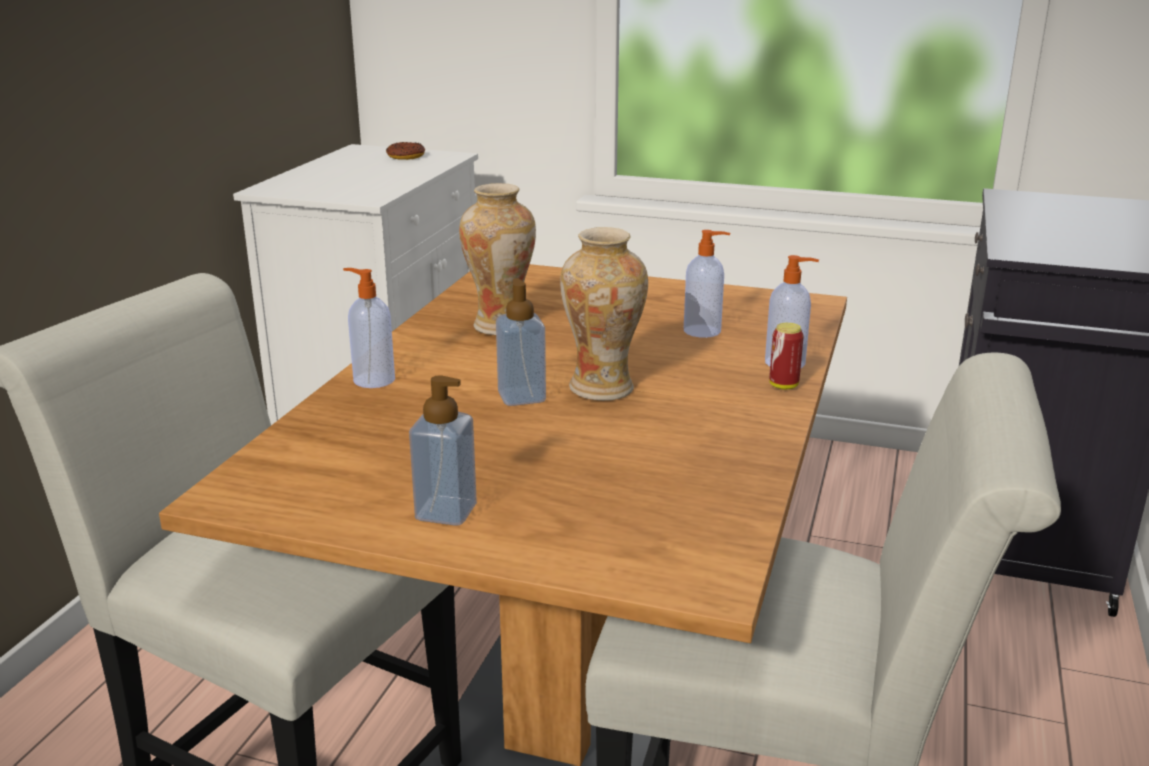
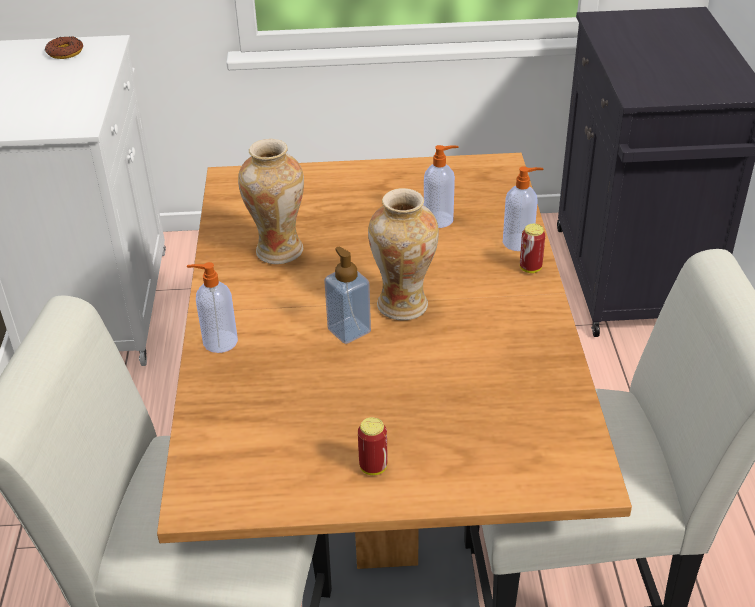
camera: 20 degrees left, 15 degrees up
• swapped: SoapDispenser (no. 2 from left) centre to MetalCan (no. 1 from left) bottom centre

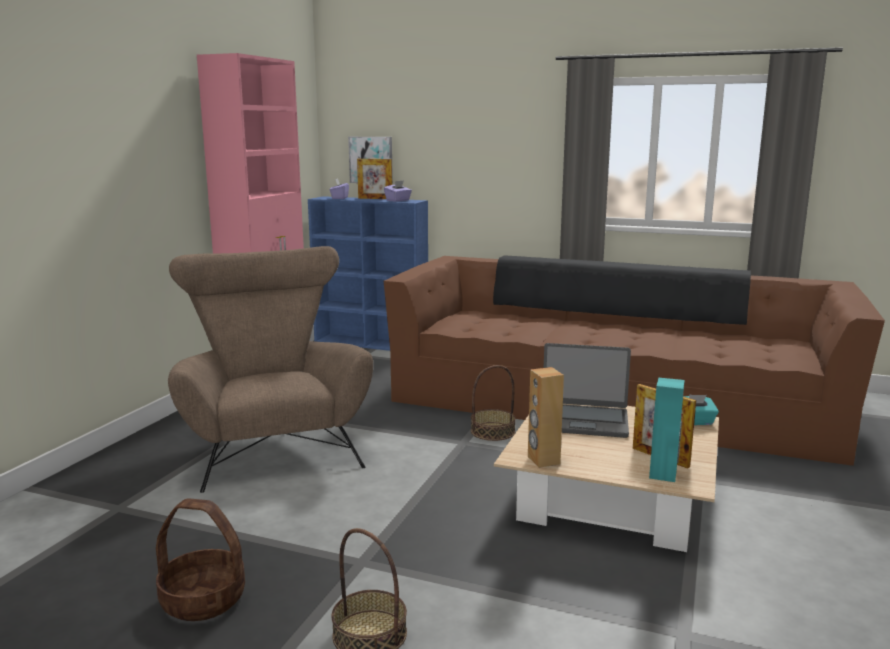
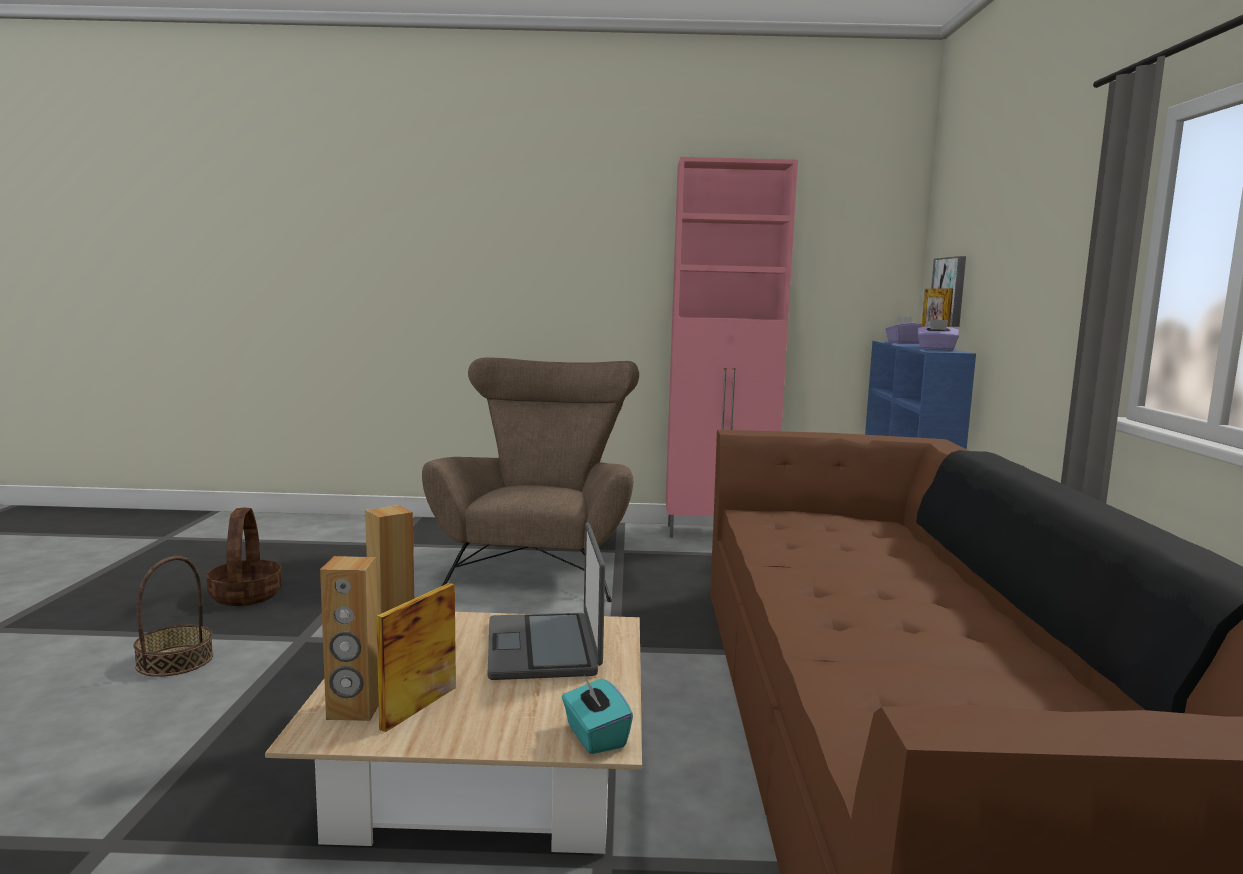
camera: 70 degrees right, 5 degrees down
• gone: Basket (no. 3 from left) centre
• repainted: TurquoiseSpeaker middle right to BrownishSpeaker (no. 1 from left) bottom left
• rotated: BrownishArmchair middle left = centre 45 degrees counterclockwise

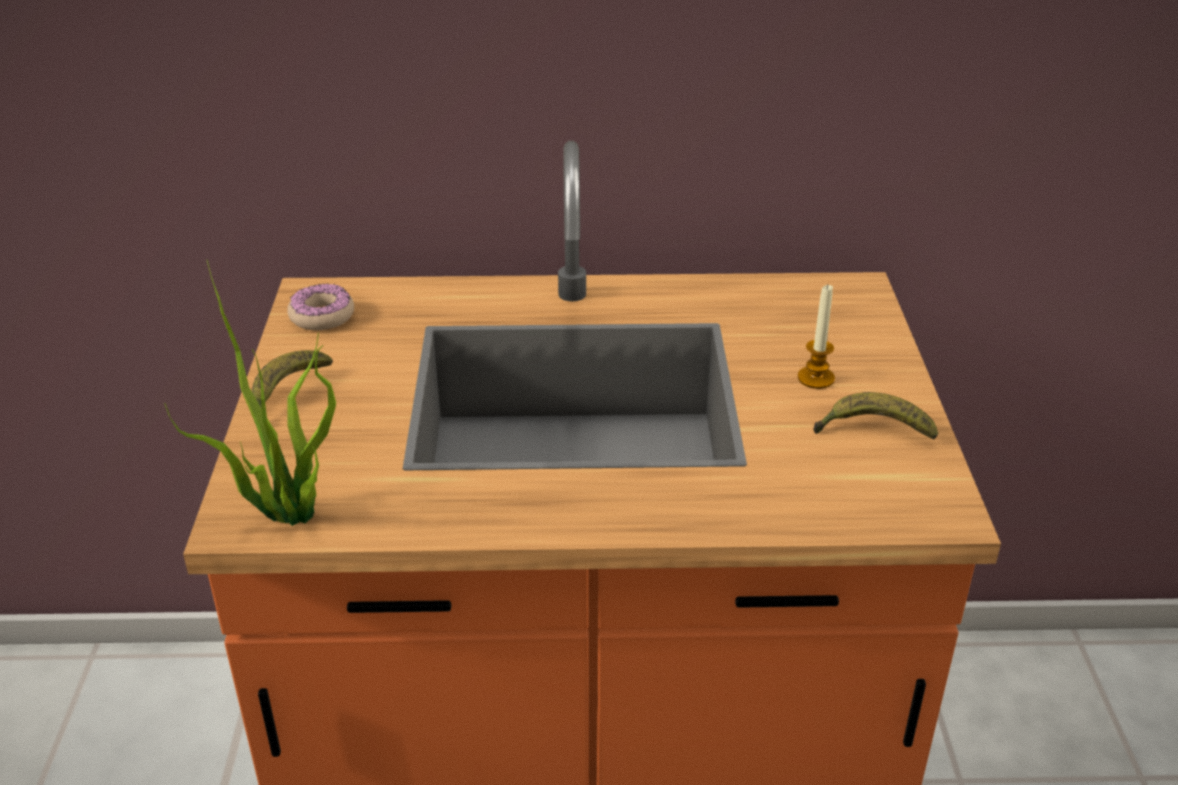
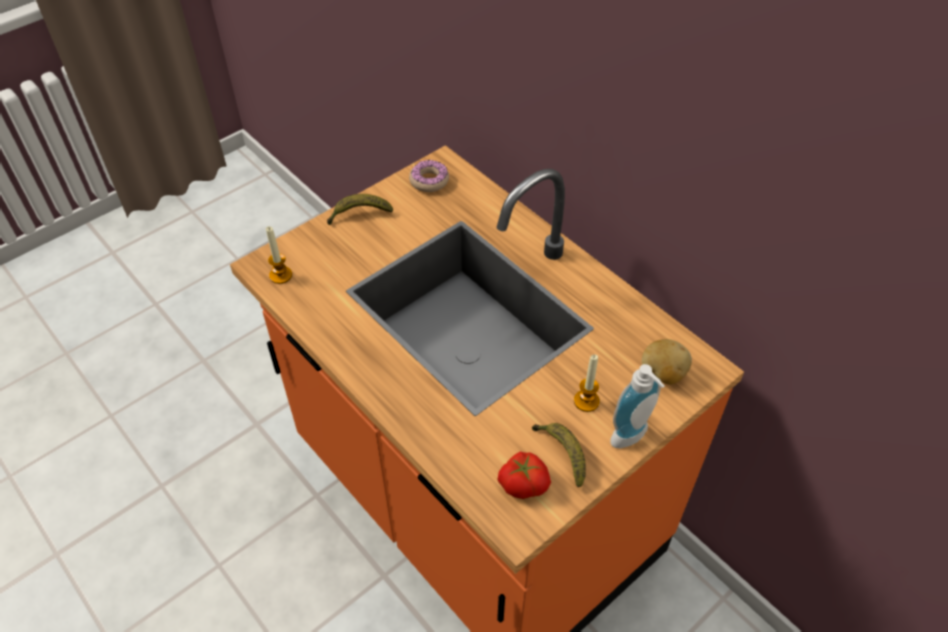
camera: 50 degrees right, 15 degrees up
• new: WholeTomato bottom centre
• new: SoapDispenser middle right
• new: Potato middle right
• swapped: Houseplant middle left to Candle (no. 1 from left) middle left

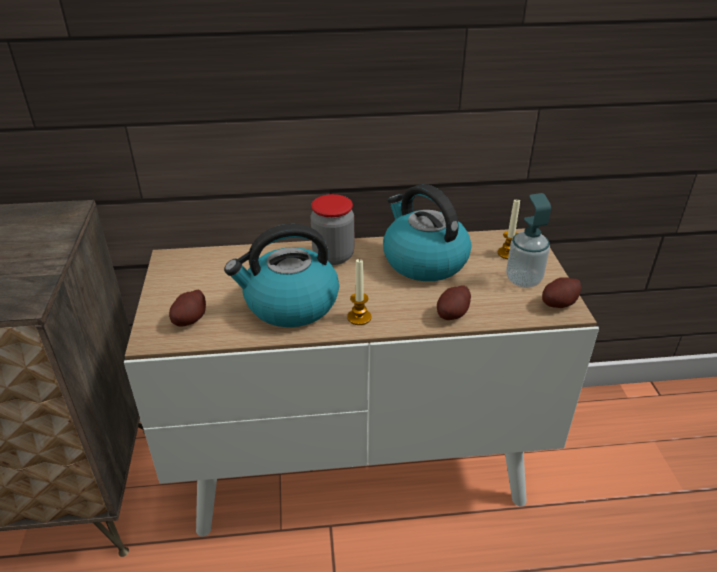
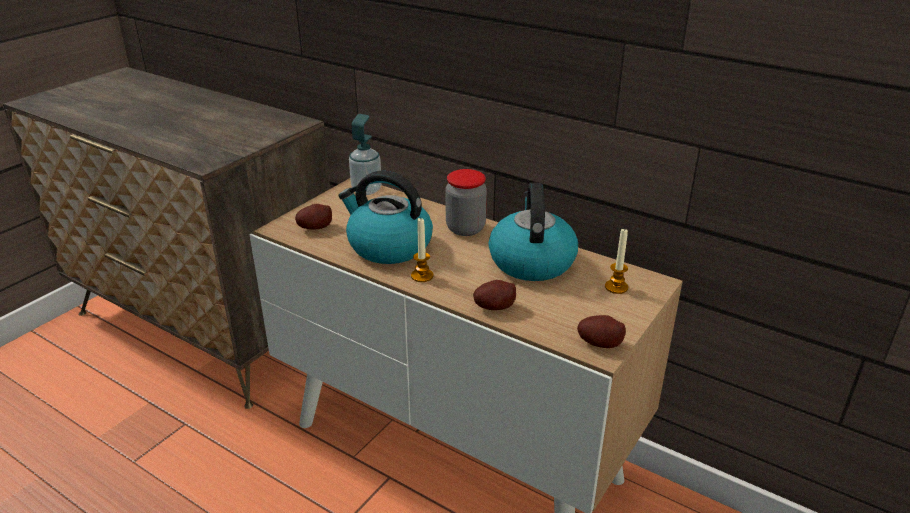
camera: 40 degrees right, 5 degrees down
• shifted: SoapDispenser middle right to top centre

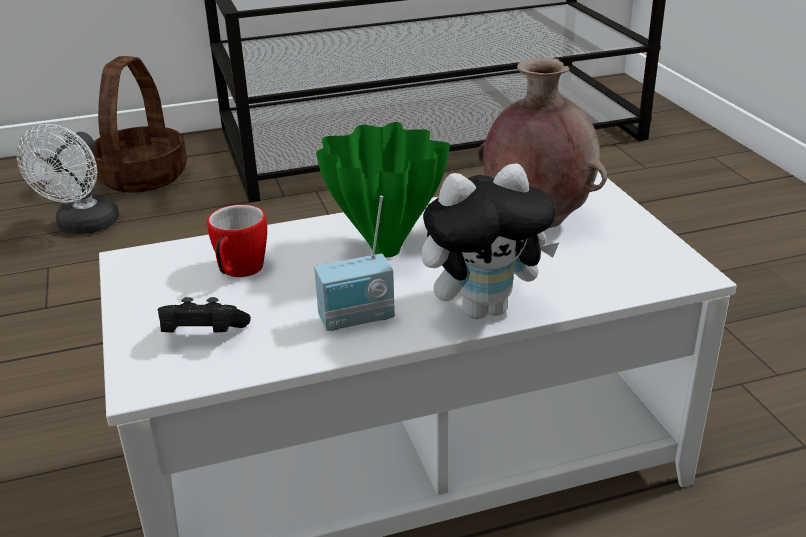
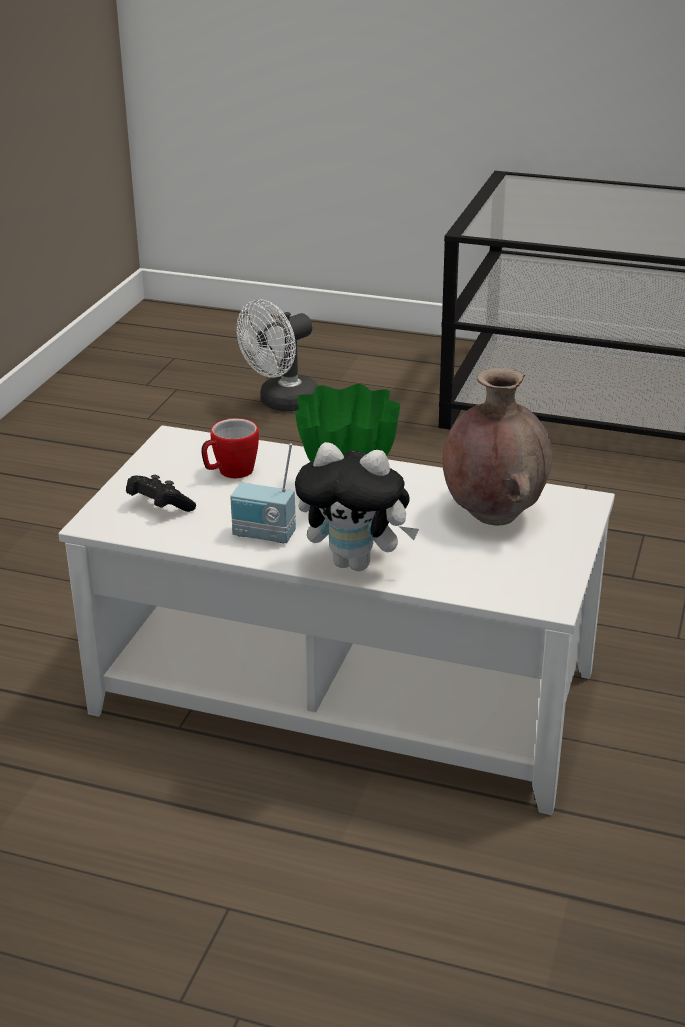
camera: 35 degrees right, 0 degrees up
• gone: Basket top left

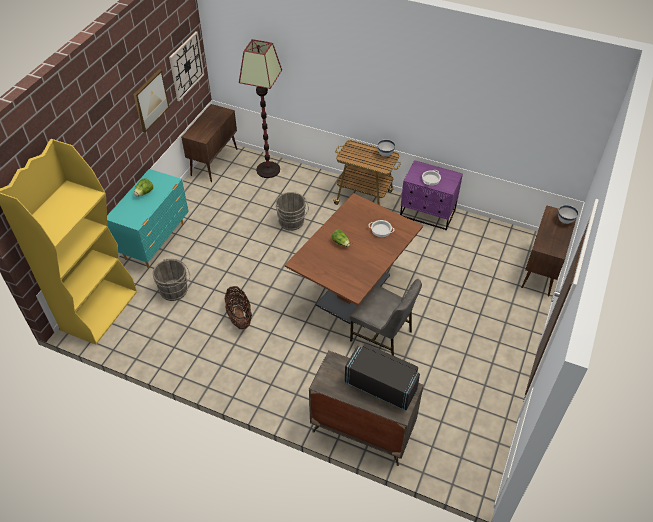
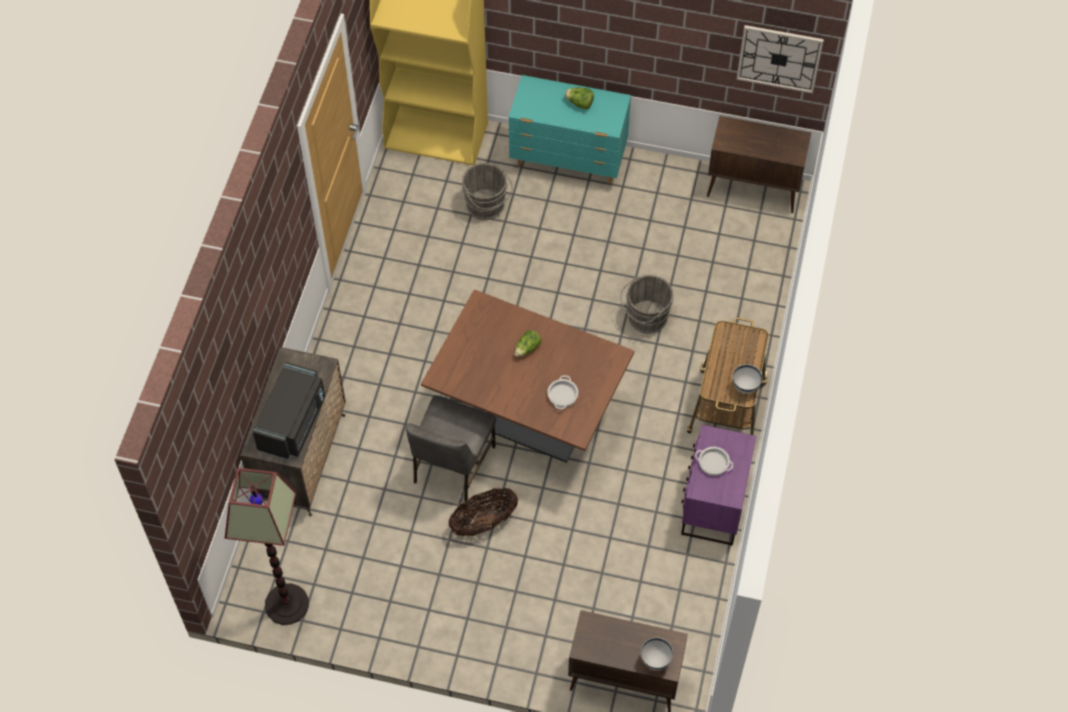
camera: 80 degrees right, 10 degrees up
• gone: WallPicture top left
• shifted: Basket centre to bottom centre
• shifted: StandardLamp top centre to bottom left

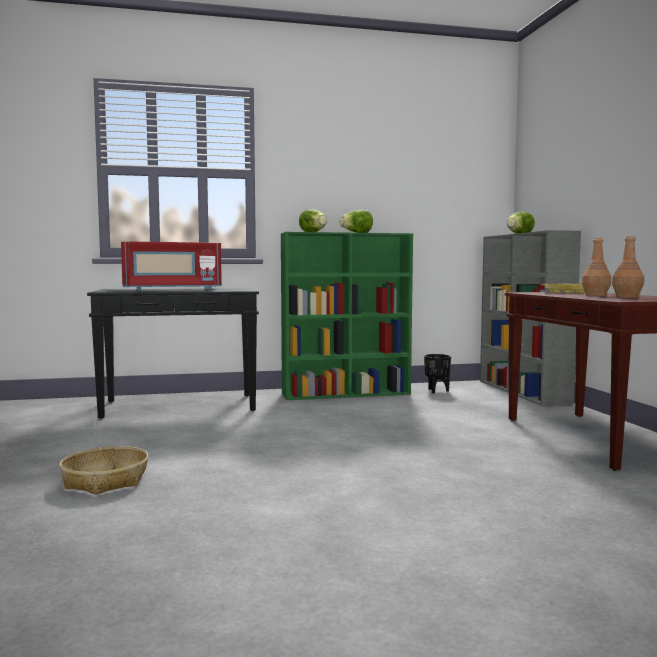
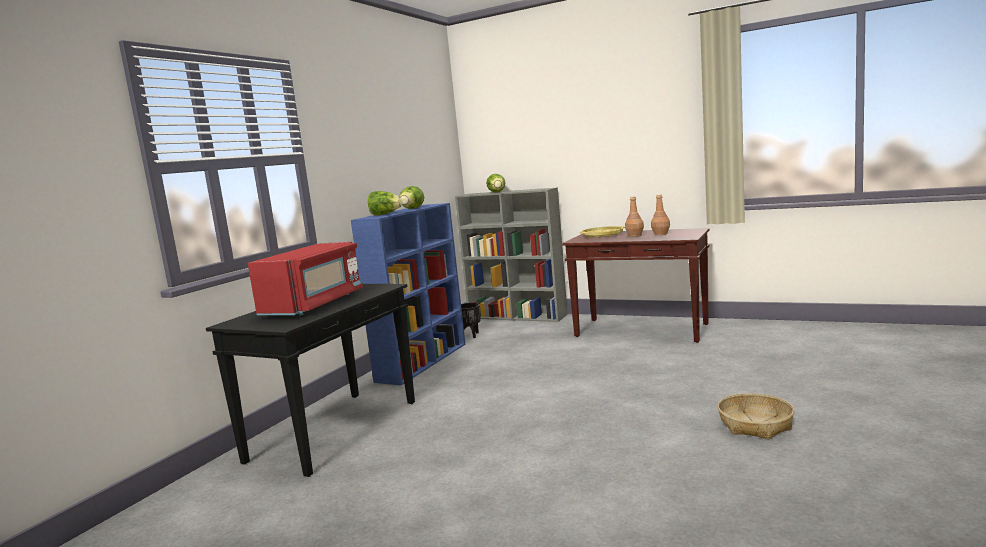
camera: 50 degrees left, 5 degrees up
• shifted: Basket bottom left to bottom right
• repainted: GreenishShelvingUnit centre to BluishShelvingUnit centre

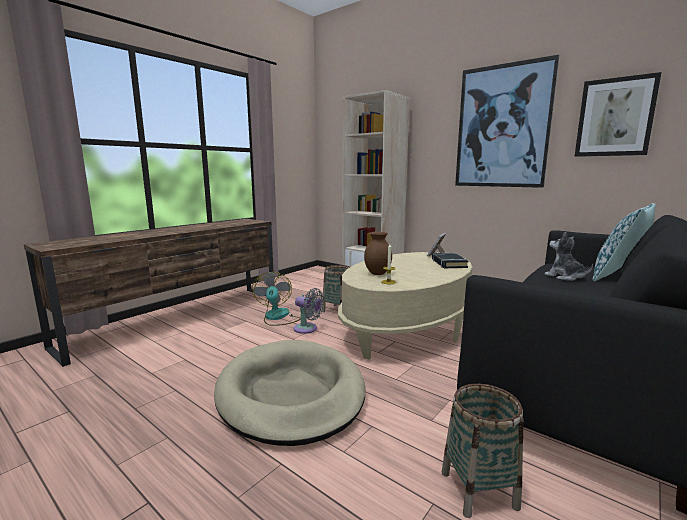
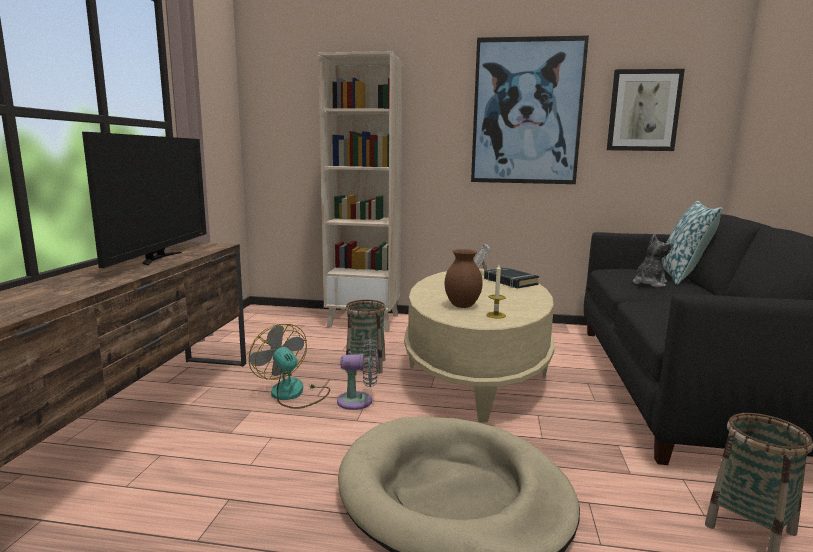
camera: 30 degrees left, 0 degrees up
• new: Tv middle left
• rotated: SoftToy middle right = middle right 105 degrees clockwise

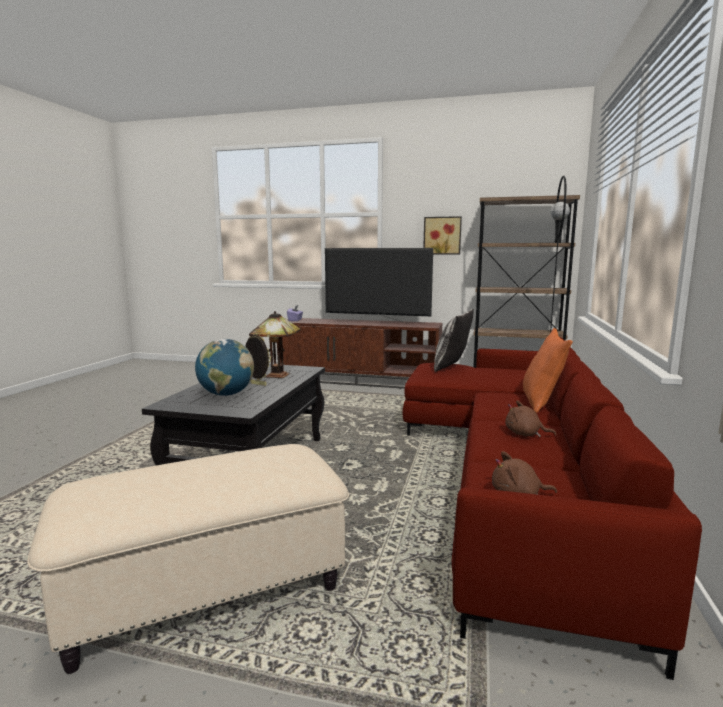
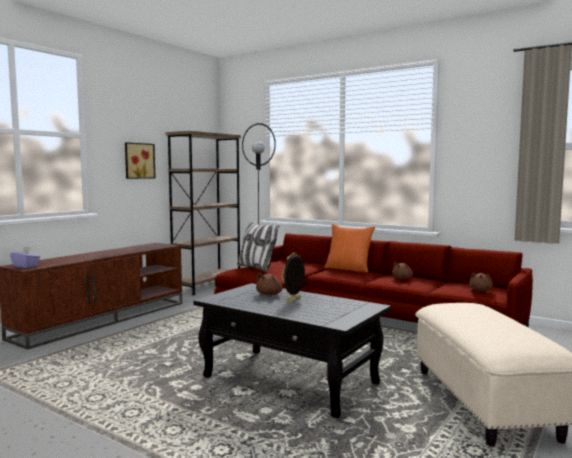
camera: 70 degrees left, 5 degrees down
• gone: DeskGlobe middle left
• gone: Tv centre
• swapped: LampForATable centre to BrownishSoftToy (no. 1 from left) centre

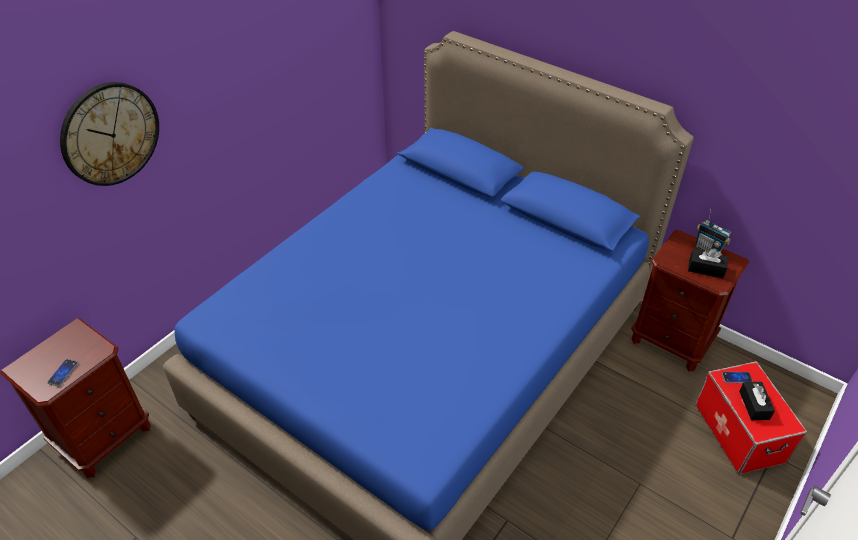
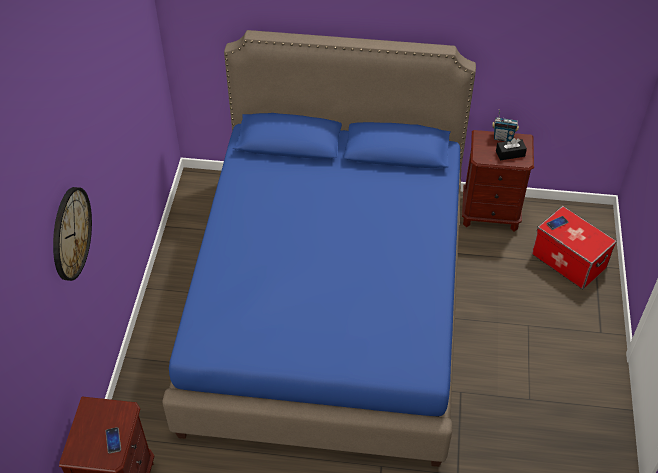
camera: 30 degrees left, 5 degrees up
• gone: BlackishTissueHolder (no. 2 from left) bottom right

